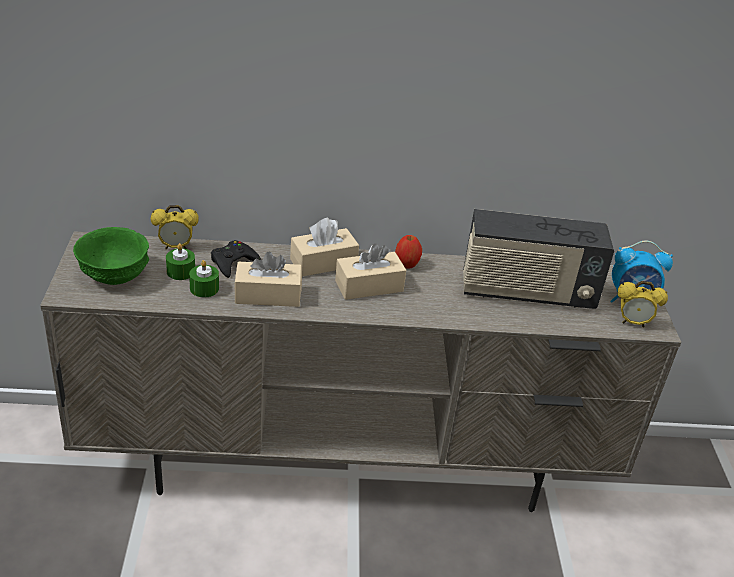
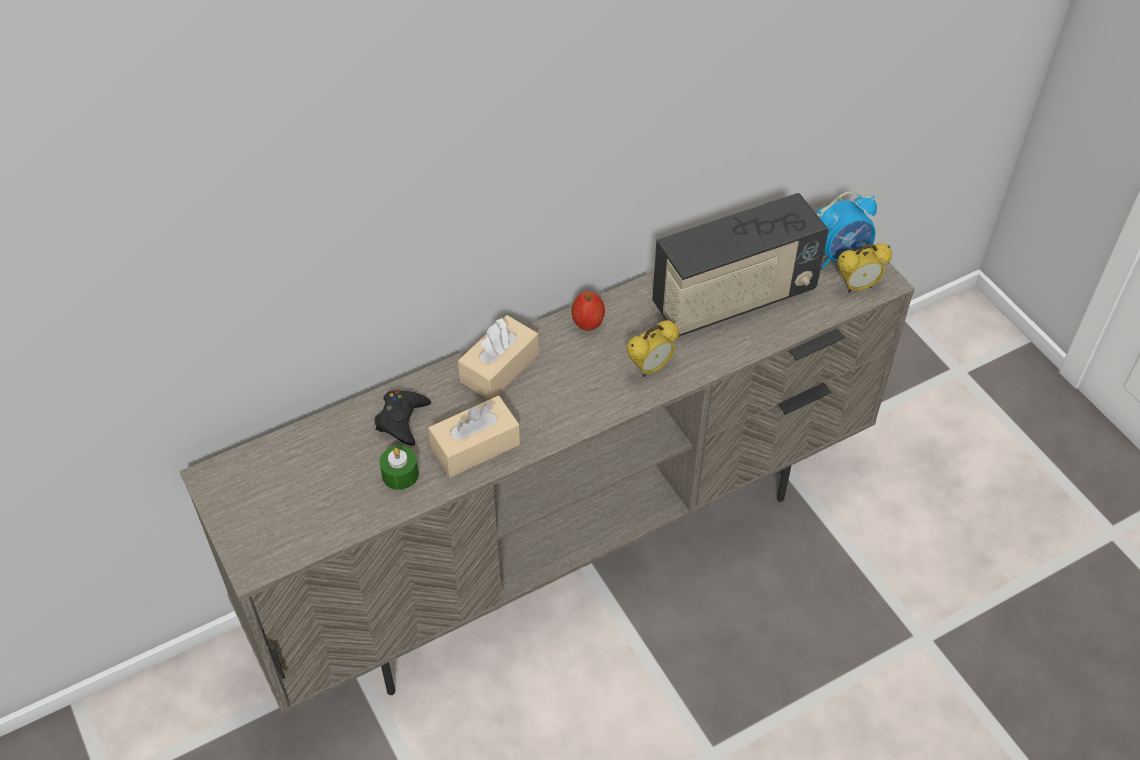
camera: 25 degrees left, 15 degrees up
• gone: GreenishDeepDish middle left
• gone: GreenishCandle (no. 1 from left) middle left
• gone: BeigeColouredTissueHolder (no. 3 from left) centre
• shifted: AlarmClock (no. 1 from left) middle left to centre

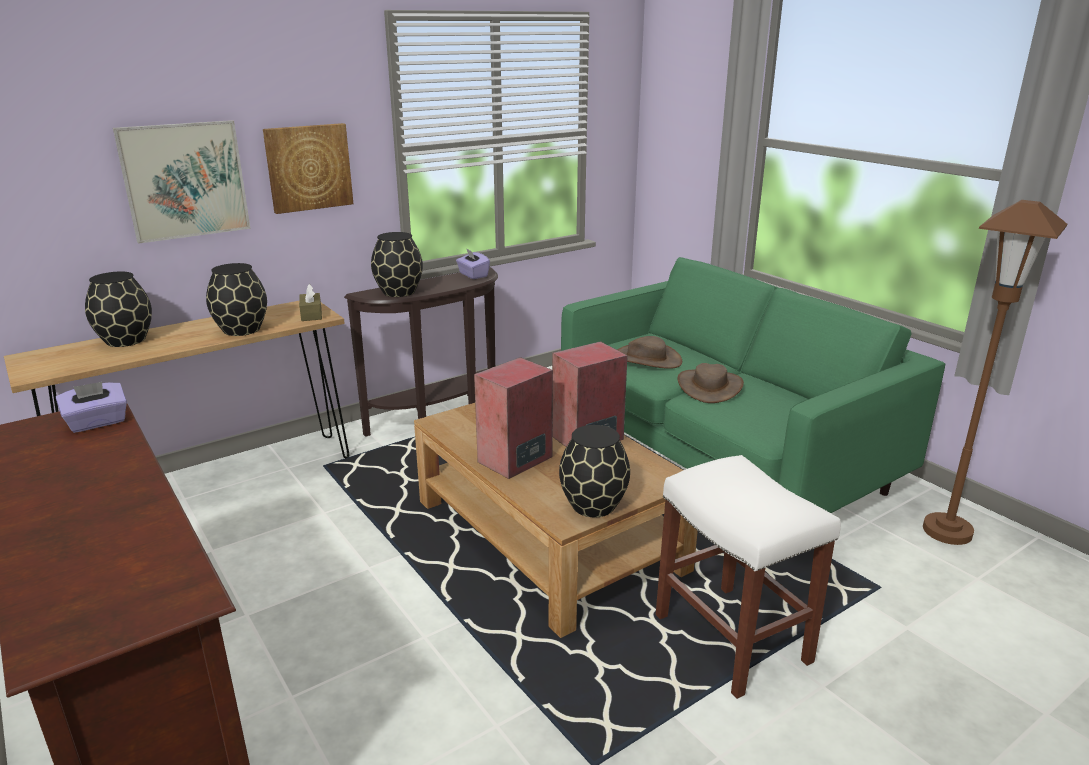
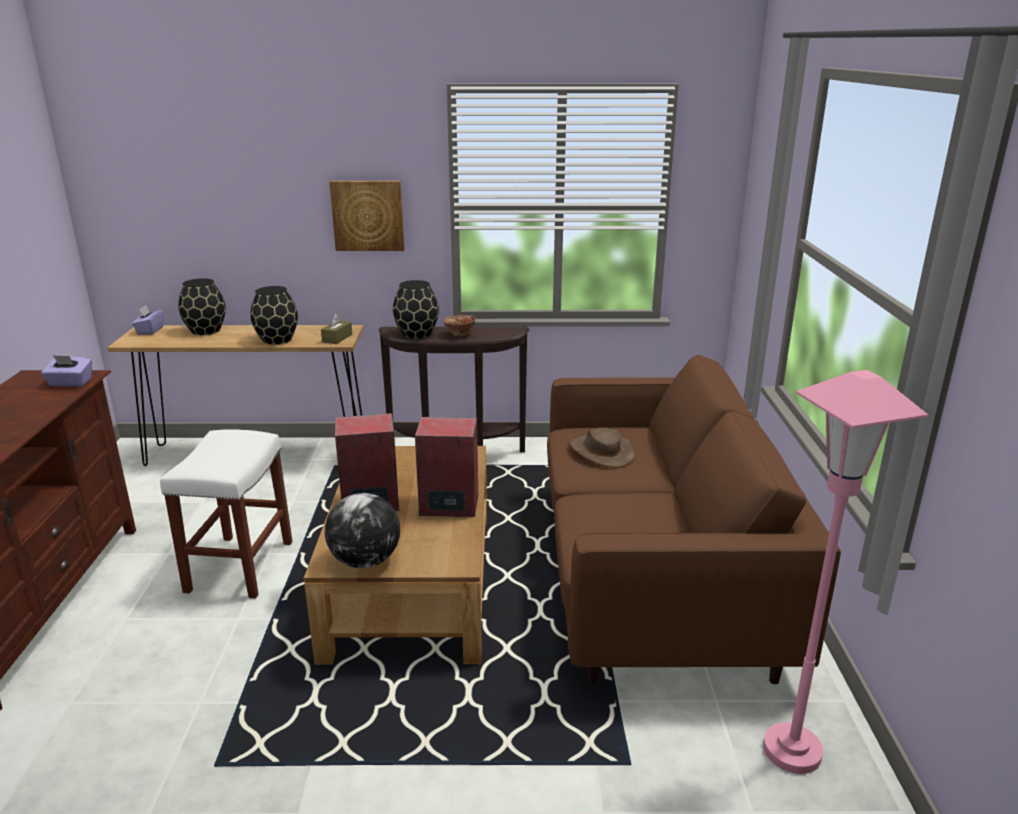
camera: 35 degrees right, 0 degrees up
• gone: WallPicture (no. 1 from left) top left
• gone: BrownishWearableHat (no. 2 from left) centre
• new: DeepDish centre
• shifted: PurpleColouredTissueHolder (no. 2 from left) centre to middle left
• shifted: WhitishStoolSeat bottom right to middle left
• swapped: BlackishDecorativeVase (no. 4 from left) centre to DeskGlobe centre
• repainted: GreenishSofa middle right to BrownishSofa middle right
• repainted: BrownishStandardLamp middle right to PinkColouredStandardLamp bottom right

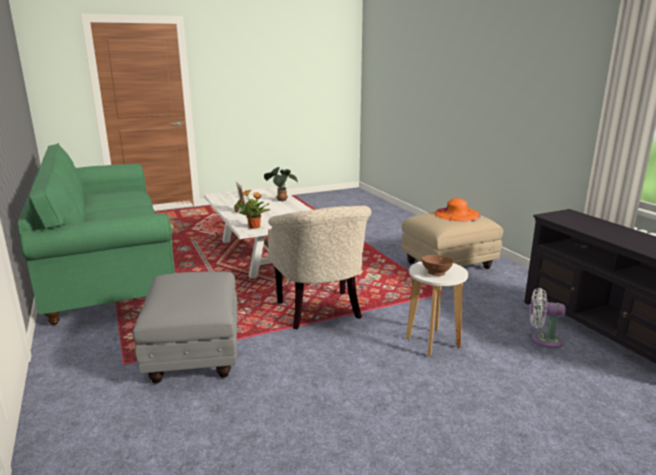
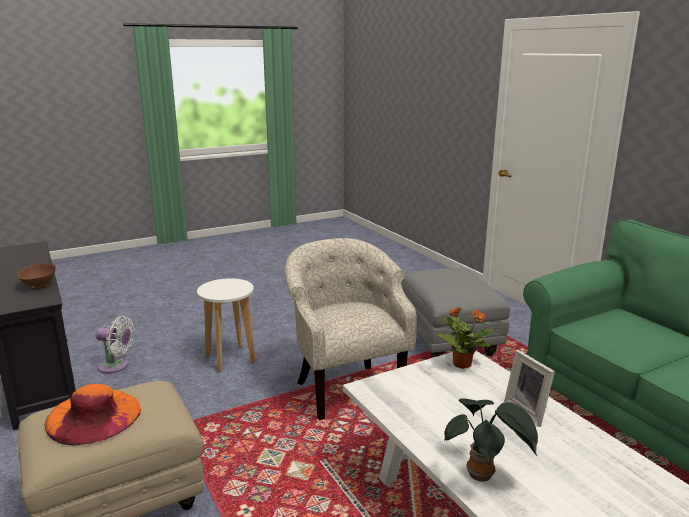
camera: 175 degrees right, 0 degrees up
• shifted: BrownishDeepDish centre to middle left

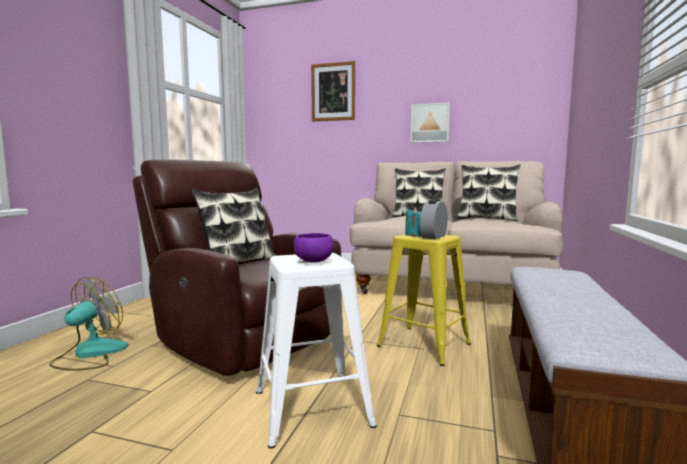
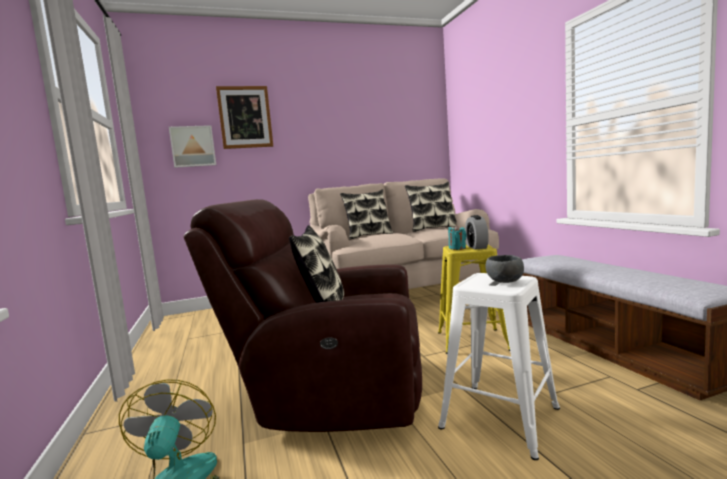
camera: 35 degrees left, 0 degrees up
• shifted: WallPicture (no. 2 from left in the first image) top centre to WallPicture (no. 1 from left) top left
• repainted: PurpleColouredDeepDish centre to GreyDeepDish middle right

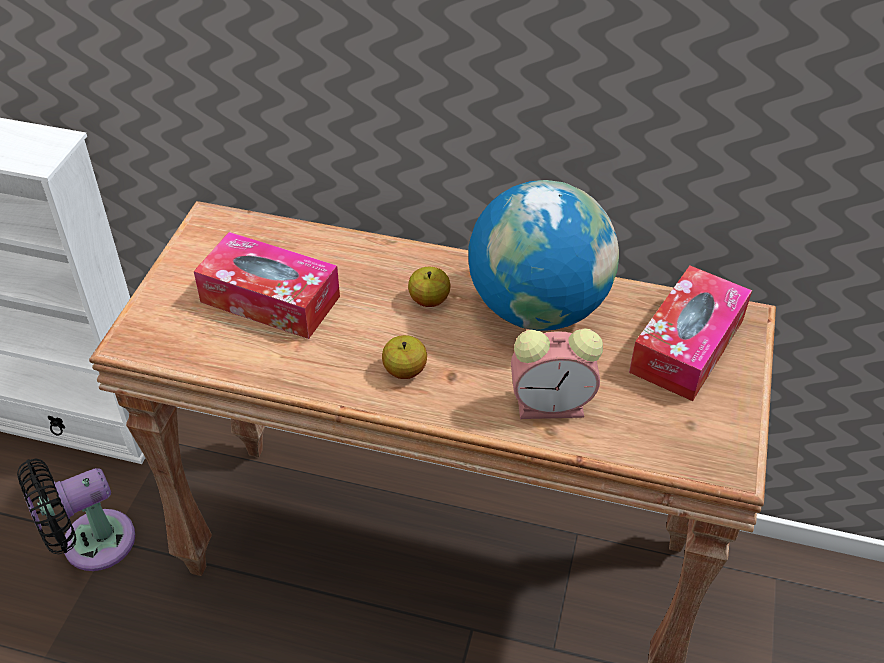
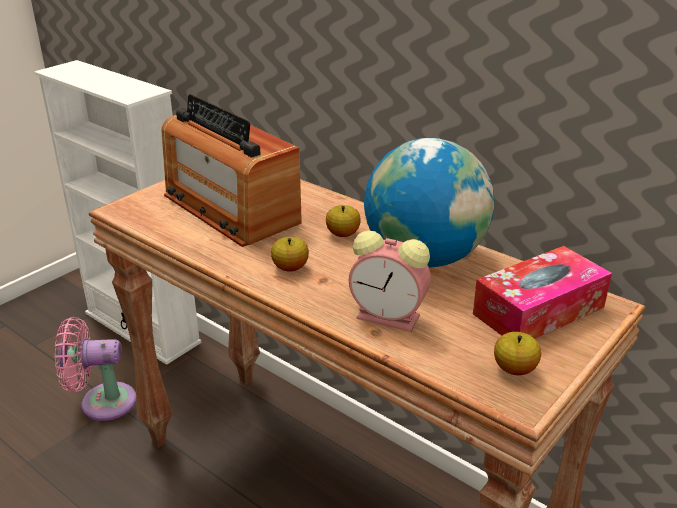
camera: 25 degrees right, 15 degrees down
• new: Apple (no. 3 from left) bottom right
• swapped: TissueHolder (no. 1 from left) middle left to Radio centre
• repainted: BlackishElectricFan bottom left to PinkColouredElectricFan bottom left

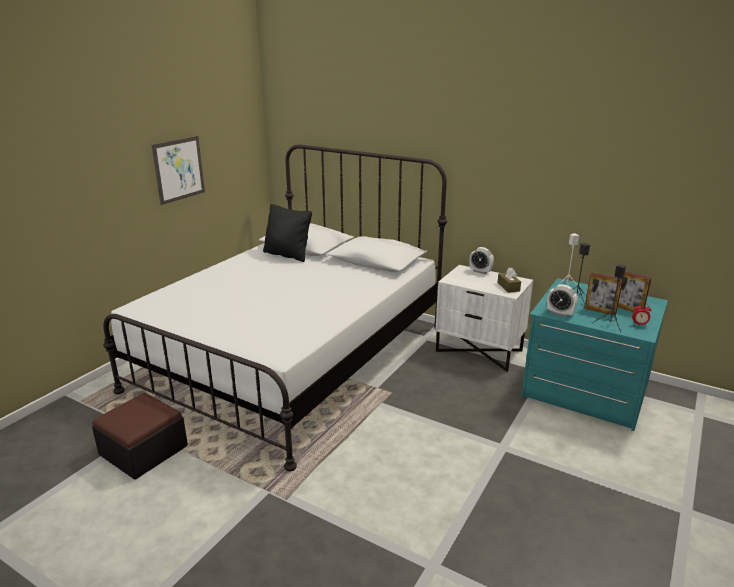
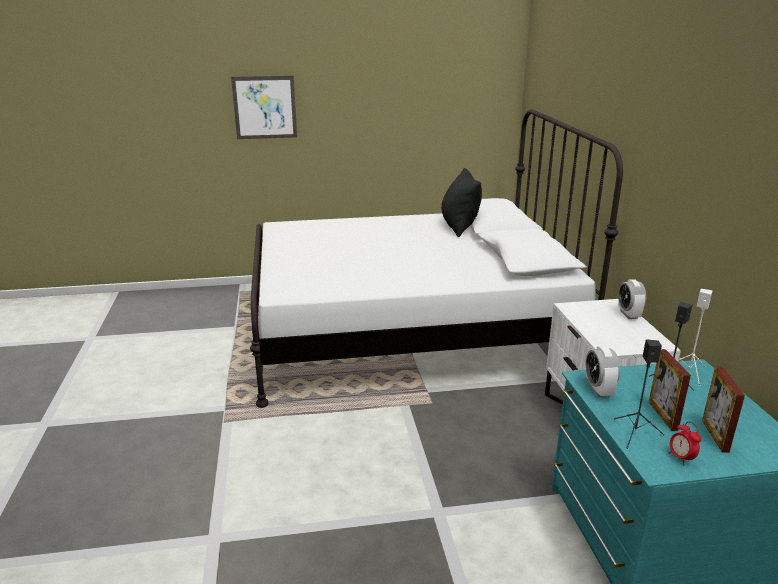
camera: 50 degrees right, 0 degrees up
• gone: Pouffe bottom left
• gone: BrownishTissueHolder middle right
• shifted: WallPicture top left to top centre

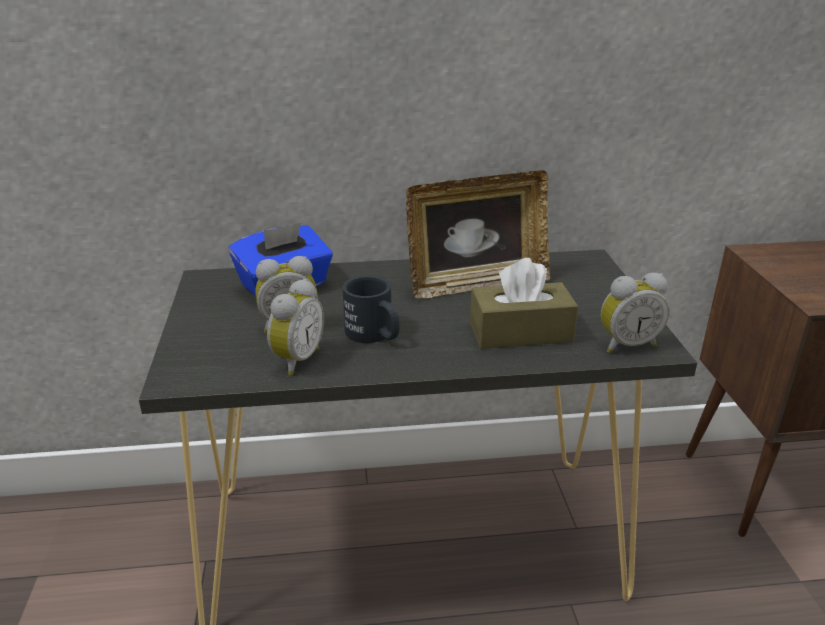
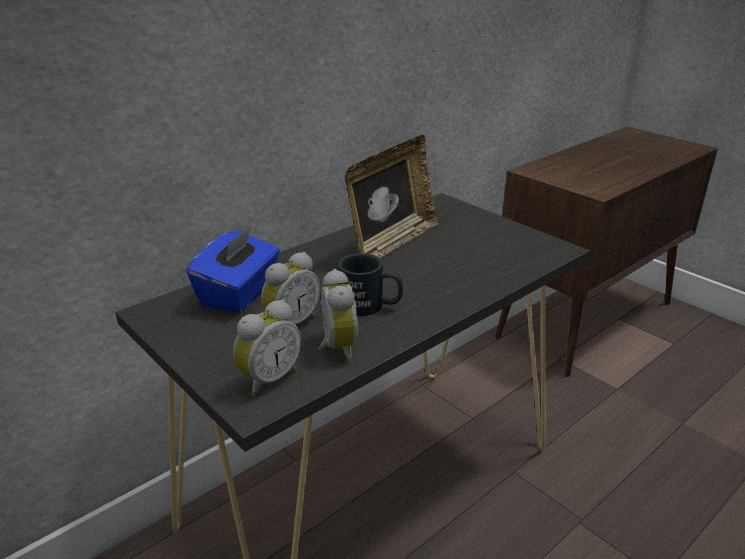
camera: 35 degrees left, 0 degrees up
• gone: BrownishTissueHolder centre
• shifted: AlarmClock (no. 3 from left in the first image) middle right to AlarmClock (no. 1 from left) centre

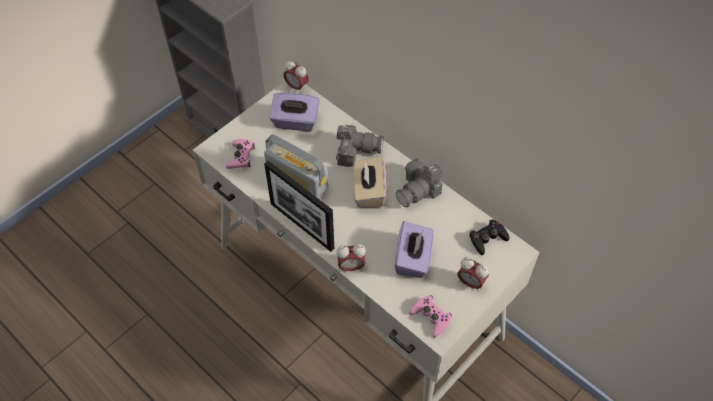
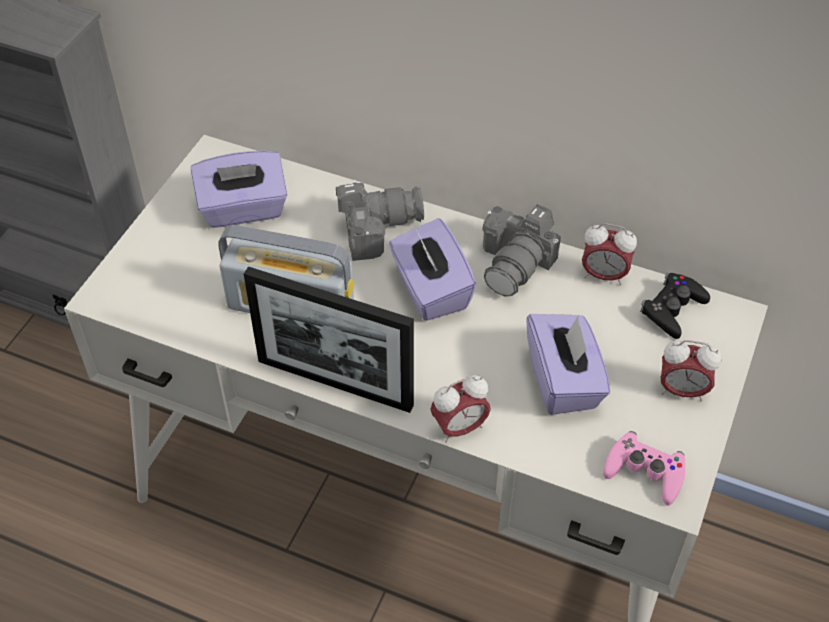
camera: 20 degrees left, 5 degrees down
• gone: PinkColouredJoypad (no. 1 from left) centre
• shifted: AlarmClock (no. 1 from left in the first image) top centre to AlarmClock (no. 2 from left) middle right
• repainted: BeigeColouredTissueHolder centre to PurpleColouredTissueHolder (no. 2 from left) centre

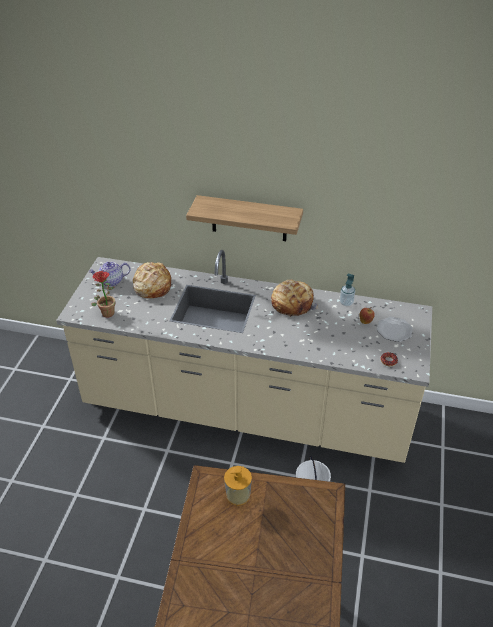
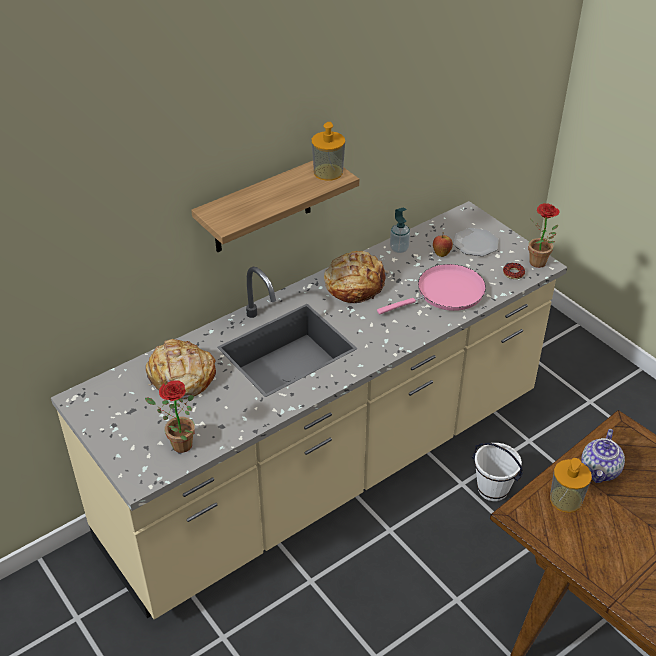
camera: 50 degrees left, 0 degrees up
• new: SoapDispenser (no. 1 from left) top centre
• new: PinkColouredPan centre
• new: Houseplant (no. 2 from left) middle right
• shifted: Teapot middle left to bottom right

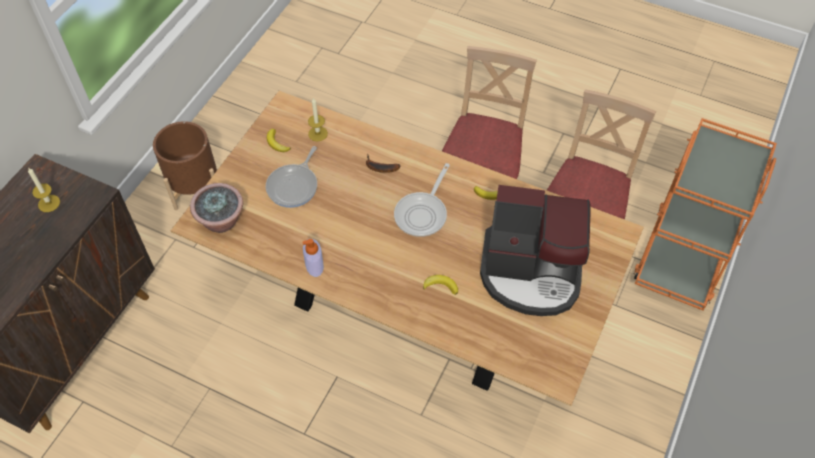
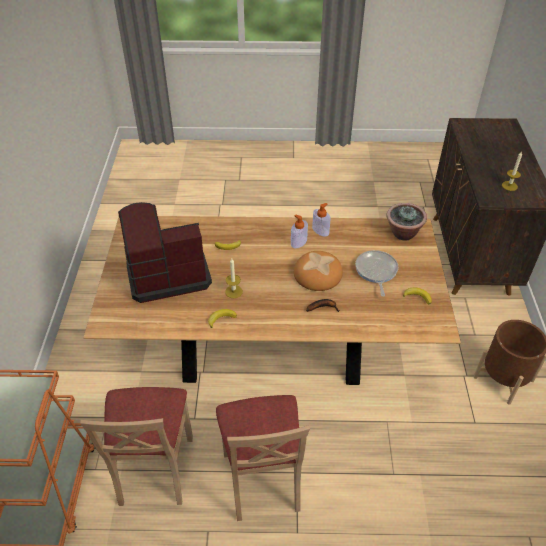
camera: 155 degrees right, 10 degrees down
• gone: Pan (no. 2 from left) centre
• new: SoapDispenser (no. 1 from left) centre
• new: BakeryBread centre
• shifted: Candle (no. 2 from left in the first image) top centre to Candle (no. 1 from left) centre

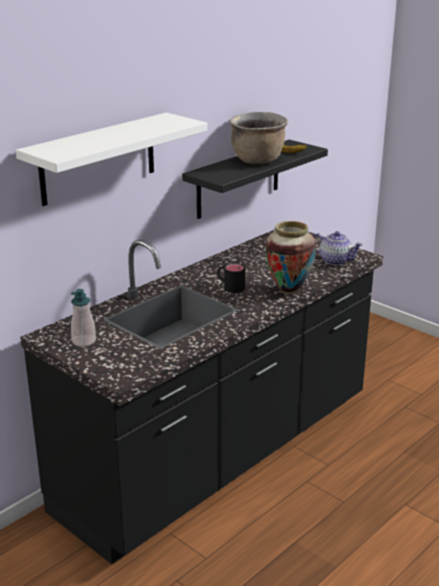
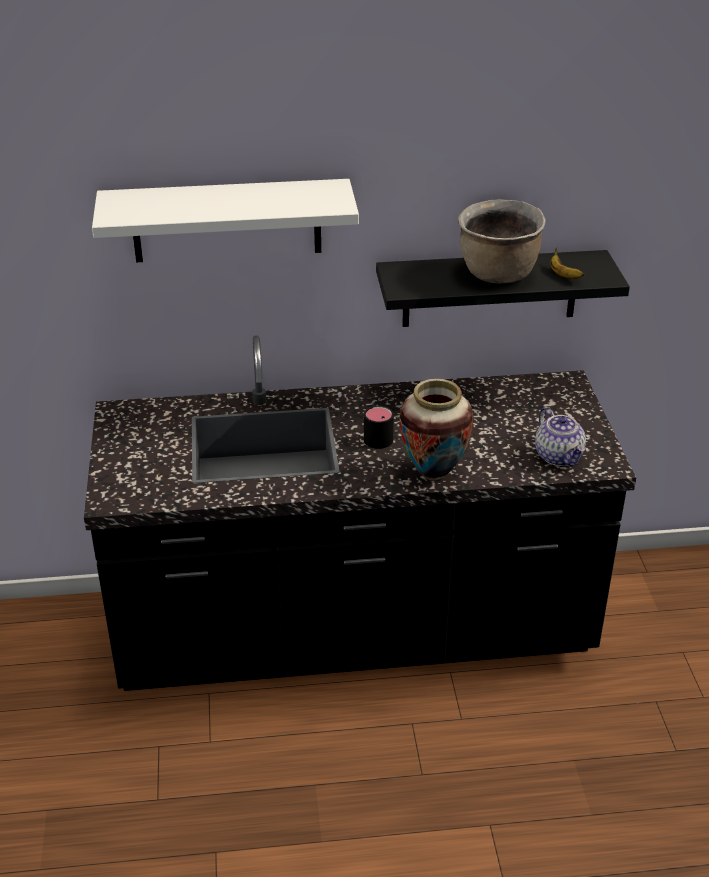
camera: 40 degrees right, 10 degrees up
• gone: SoapDispenser middle left

